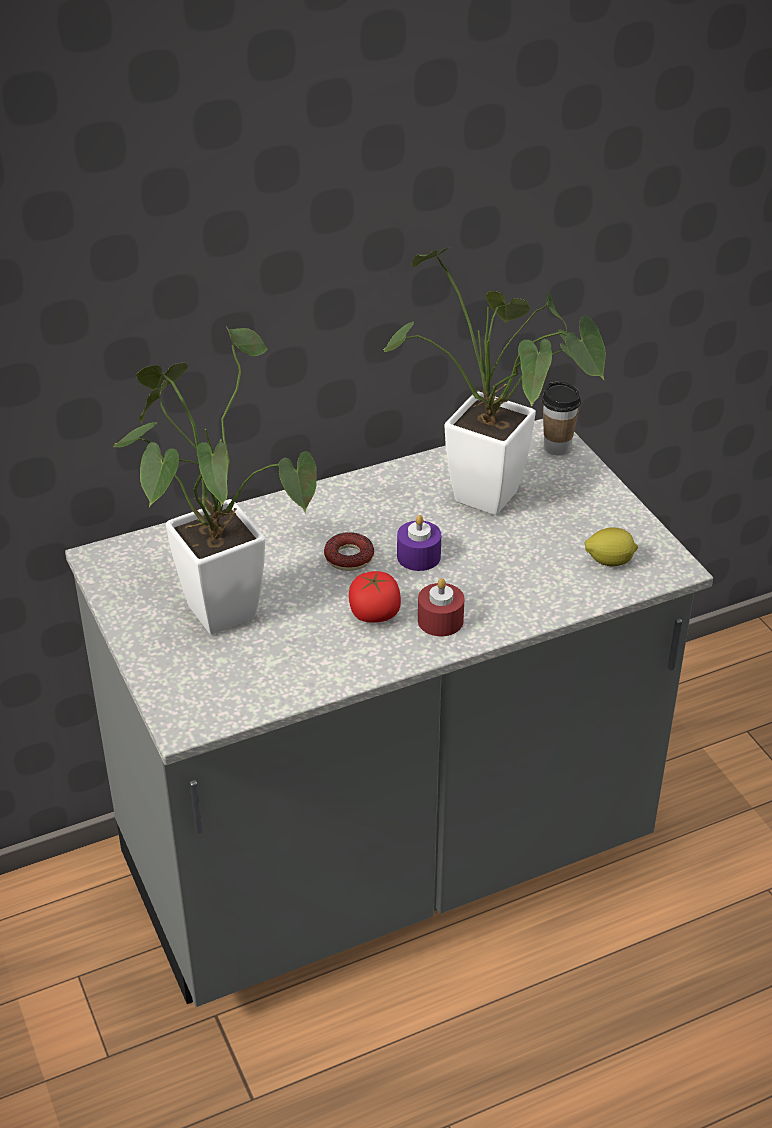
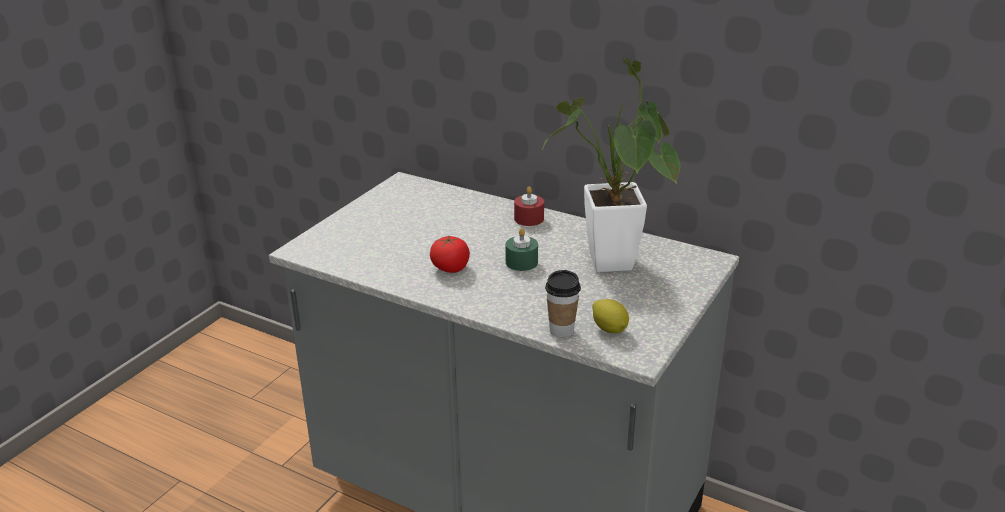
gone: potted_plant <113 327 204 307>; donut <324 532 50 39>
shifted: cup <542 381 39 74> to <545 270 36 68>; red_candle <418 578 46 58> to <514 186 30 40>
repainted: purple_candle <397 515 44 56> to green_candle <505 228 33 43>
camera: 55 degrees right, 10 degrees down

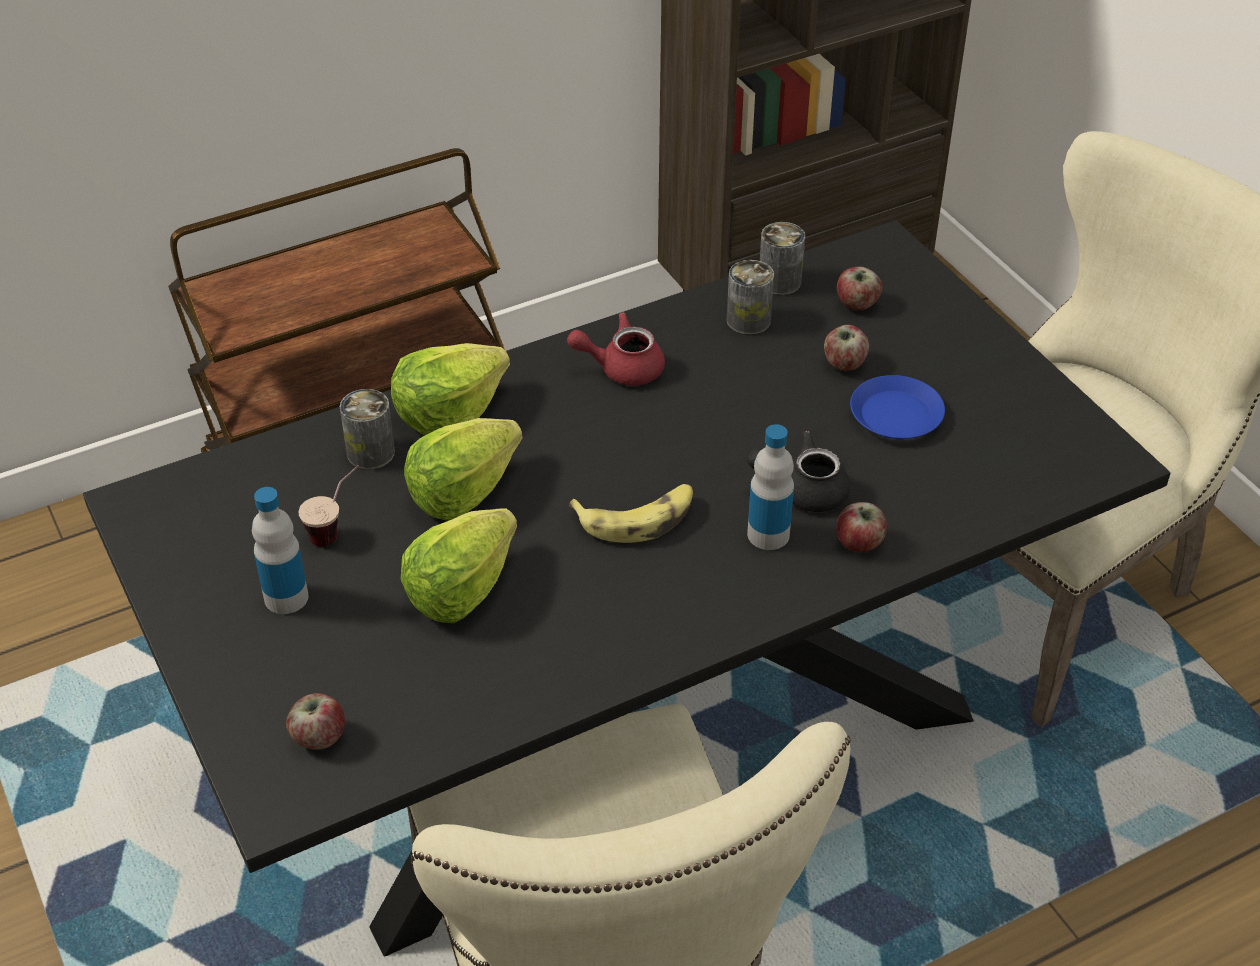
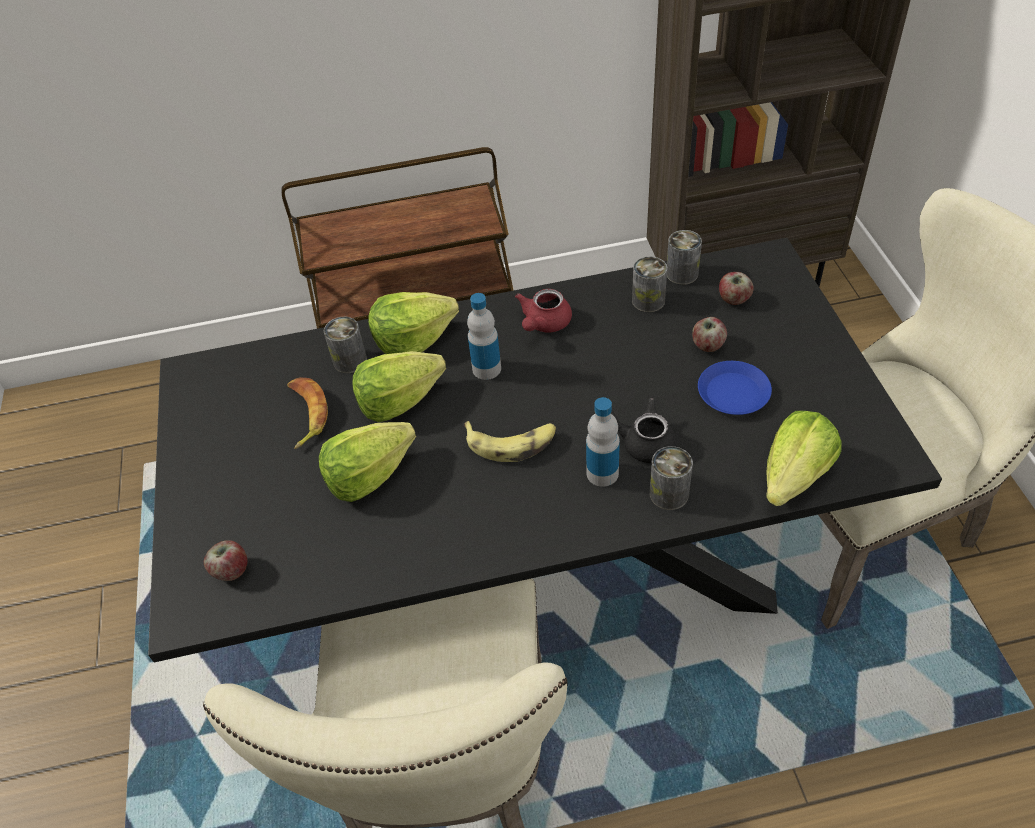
new: lettuce <766 411 76 95>
shifted: bottle <252 487 57 127> to <467 293 34 87>
swapped: cup <298 465 61 82> to banana <287 377 41 72>; apple <837 502 50 50> to can <649 446 44 64>
rotated: red_teapot <567 312 98 74> = <515 289 57 43> 75 degrees counterclockwise
camera: 20 degrees right, 5 degrees up

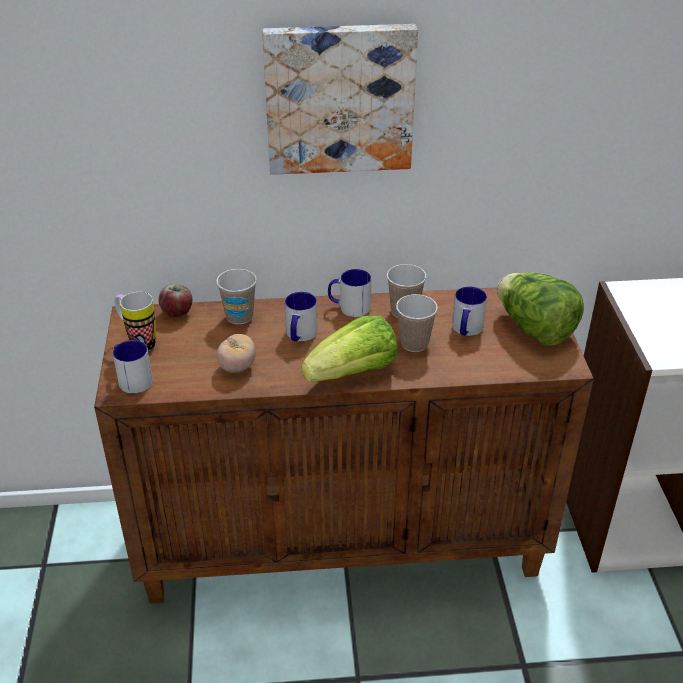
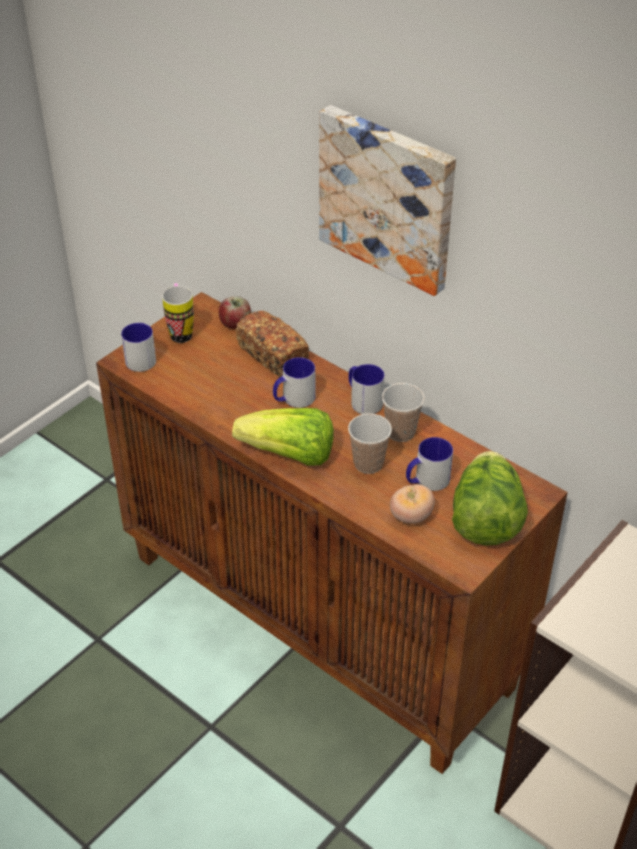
shifted: tomato <216 334 40 39> to <390 484 45 40>
swapped: cup <216 269 41 55> to bread <236 311 73 66>
camera: 45 degrees right, 5 degrees up

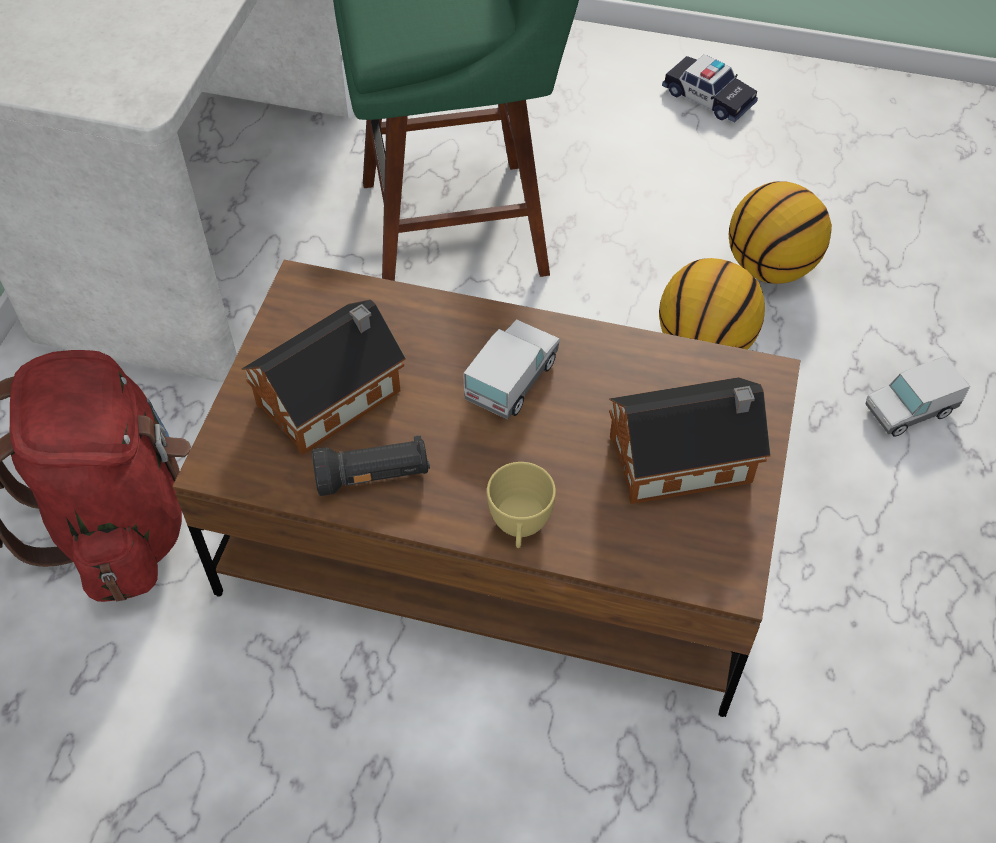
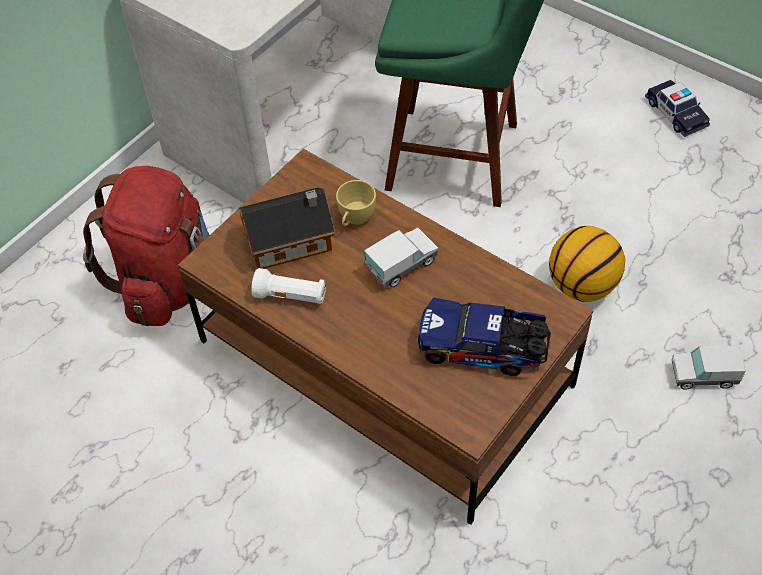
gone: basketball <729 181 103 103>
shifted: yellow_cup <487 462 69 86> to <336 180 40 46>
swapped: toy_house <609 377 162 127> to toy_truck <418 297 133 79>
repainted: black_flashlight <312 435 118 61> to white_flashlight <251 268 75 36>
camera: 25 degrees right, 0 degrees up

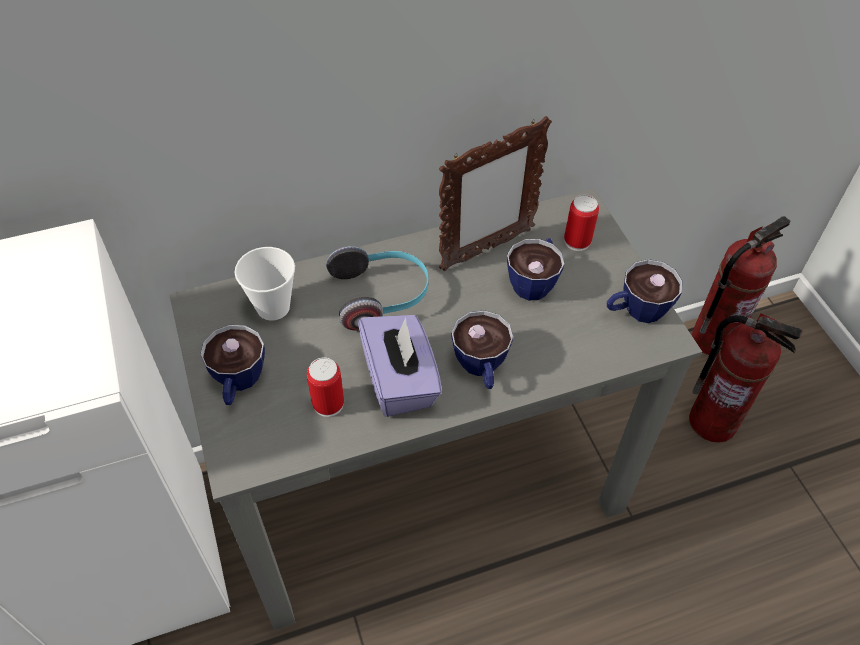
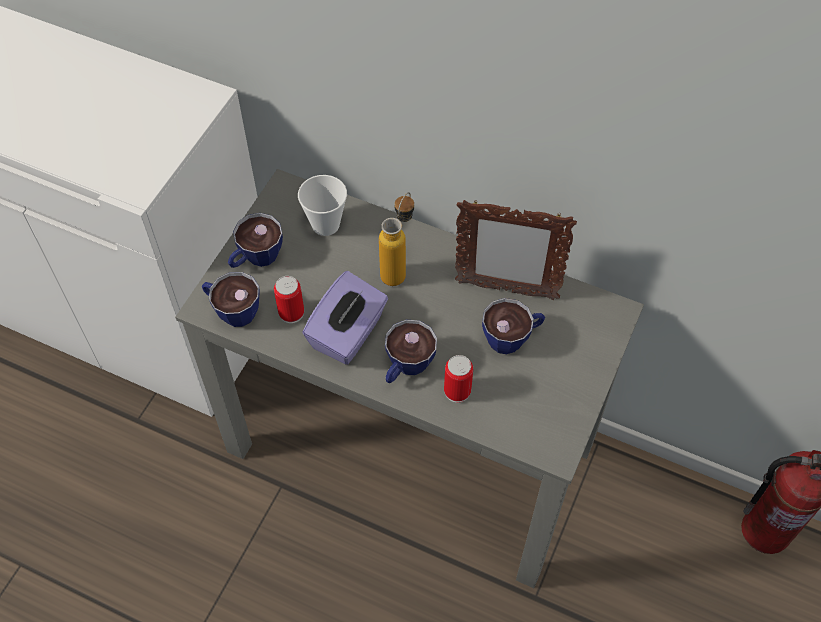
gone: fire_extinguisher <689 313 114 130>
shifted: can <564 195 35 56> to <444 355 29 48>; cup <607 259 76 64> to <202 272 58 55>
swapped: headphones <326 246 103 85> to bottle <379 192 35 94>
camera: 45 degrees right, 5 degrees up

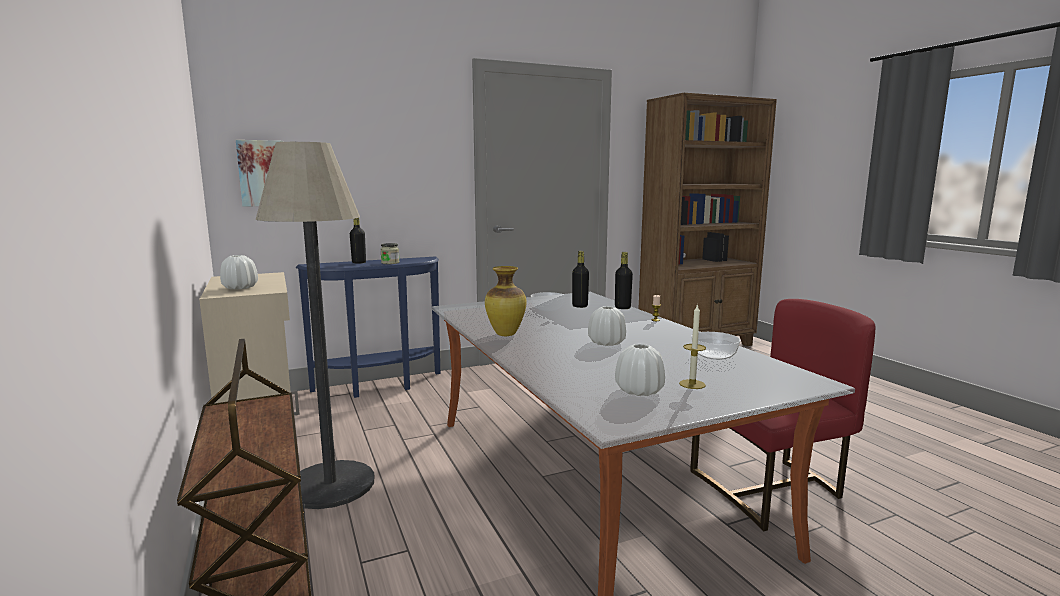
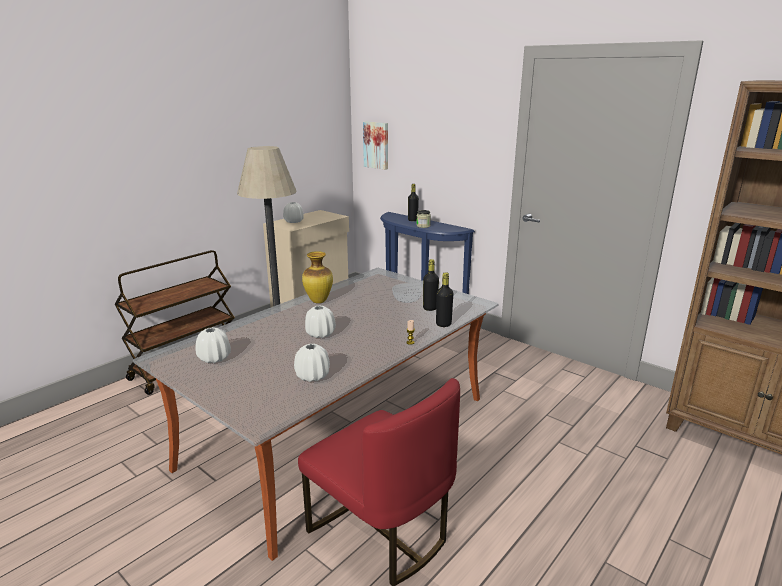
gone: candle <679 304 27 85>
swapped: bowl <691 332 50 28> to white_vase <294 344 36 38>
camera: 65 degrees right, 10 degrees up

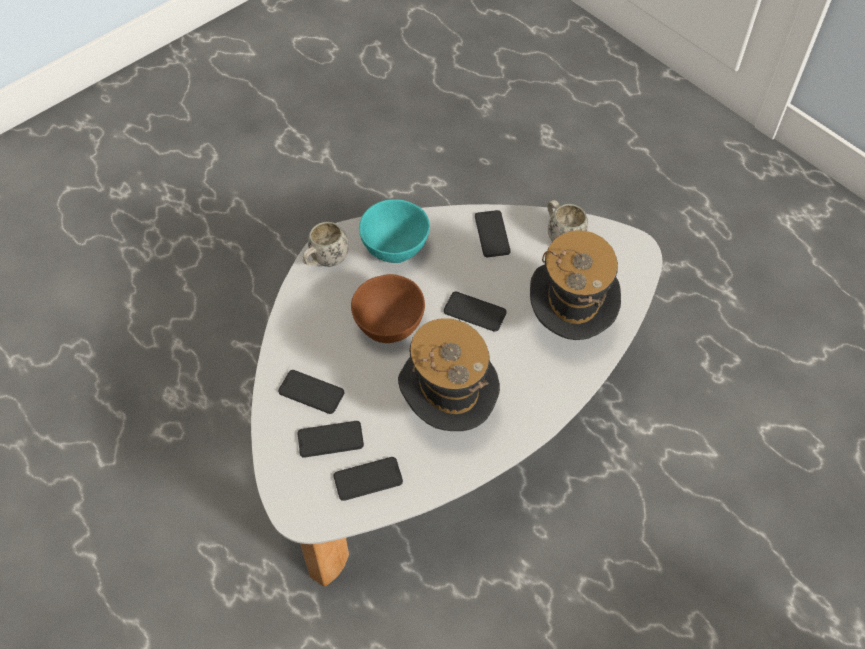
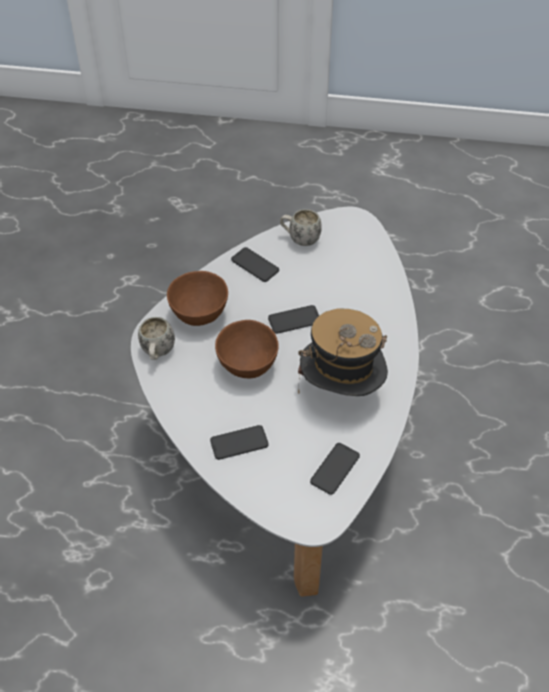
gone: hat <530 230 91 110>; phone <297 421 67 37>
repainted: turquoise_bowl <359 199 71 64> to brown_bowl <167 271 61 55>
camera: 40 degrees left, 5 degrees down

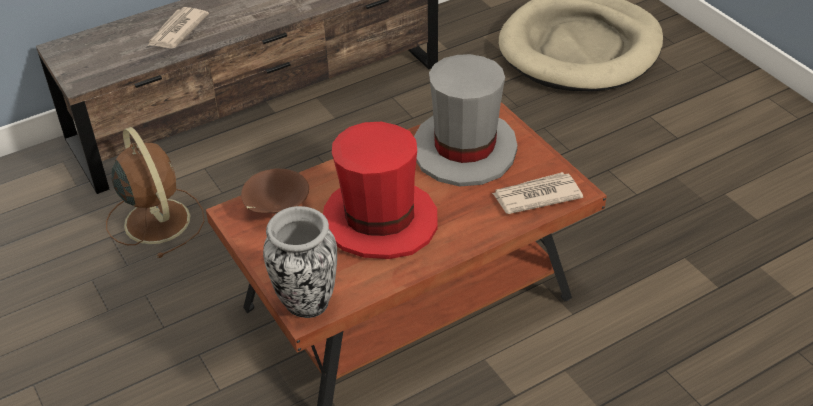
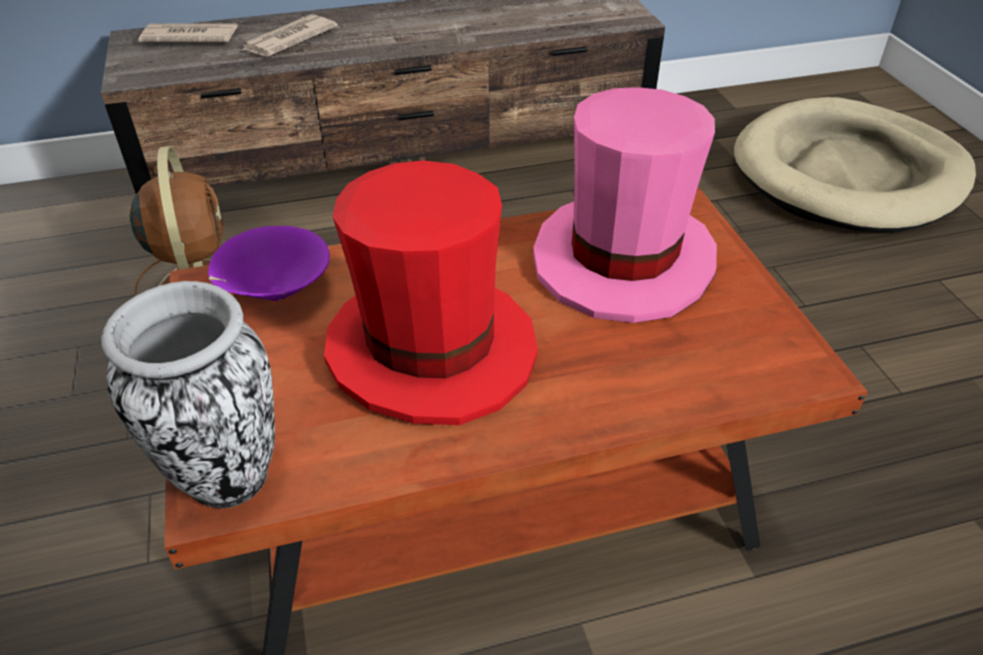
shifted: newspaper <492 172 91 42> to <138 23 99 19>
repainted: grey_hat <414 54 104 132> to pink_hat <533 87 184 236>; brown_bowl <241 169 68 45> to purple_bowl <208 226 122 75>
camera: 15 degrees right, 0 degrees up

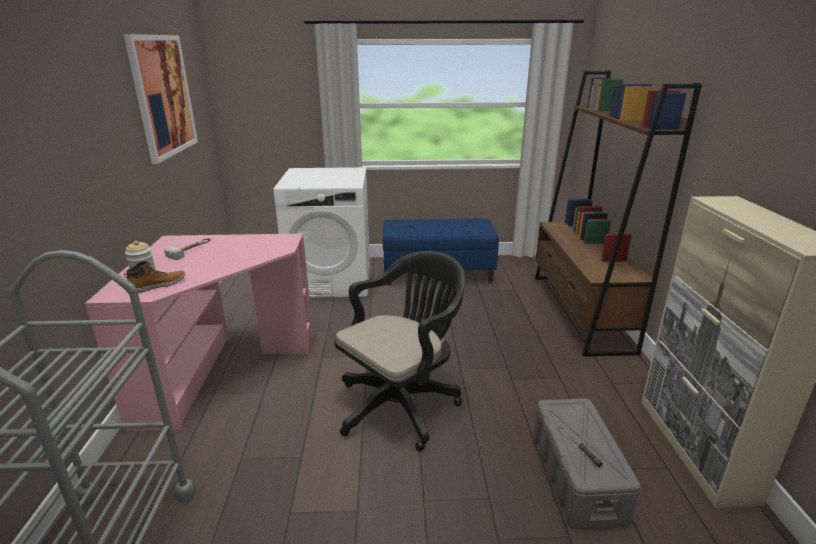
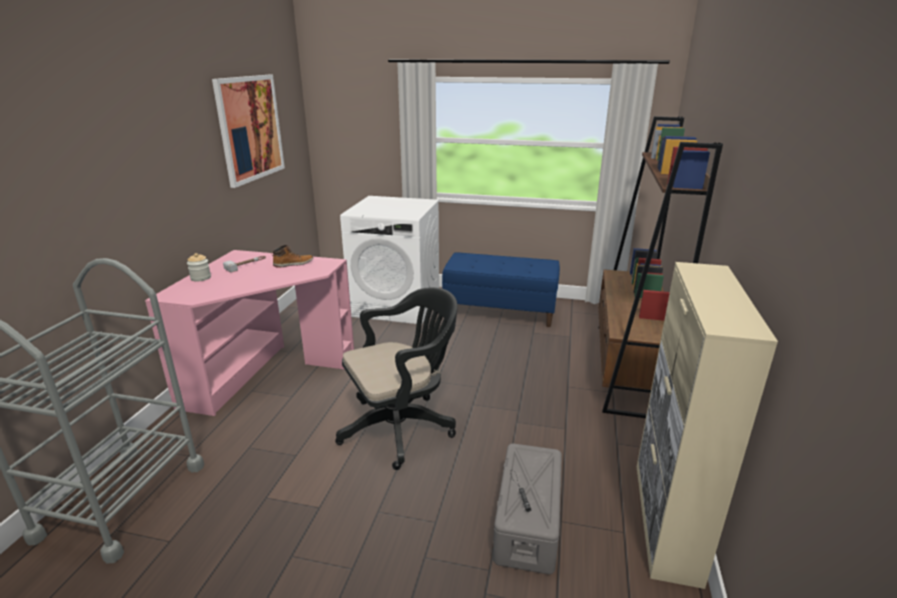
shifted: boot <124 261 61 32> to <271 245 42 23>
camera: 15 degrees right, 0 degrees up

